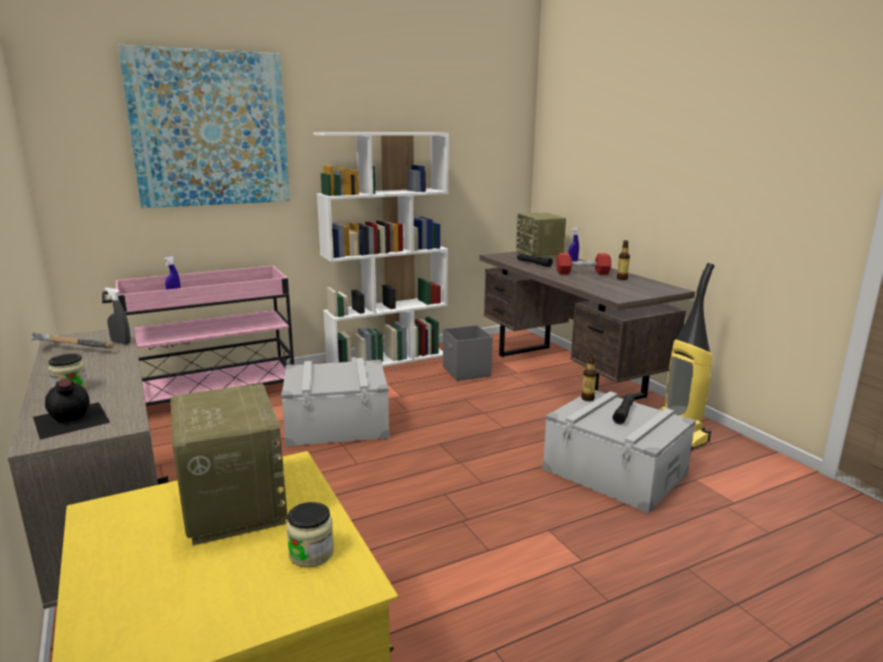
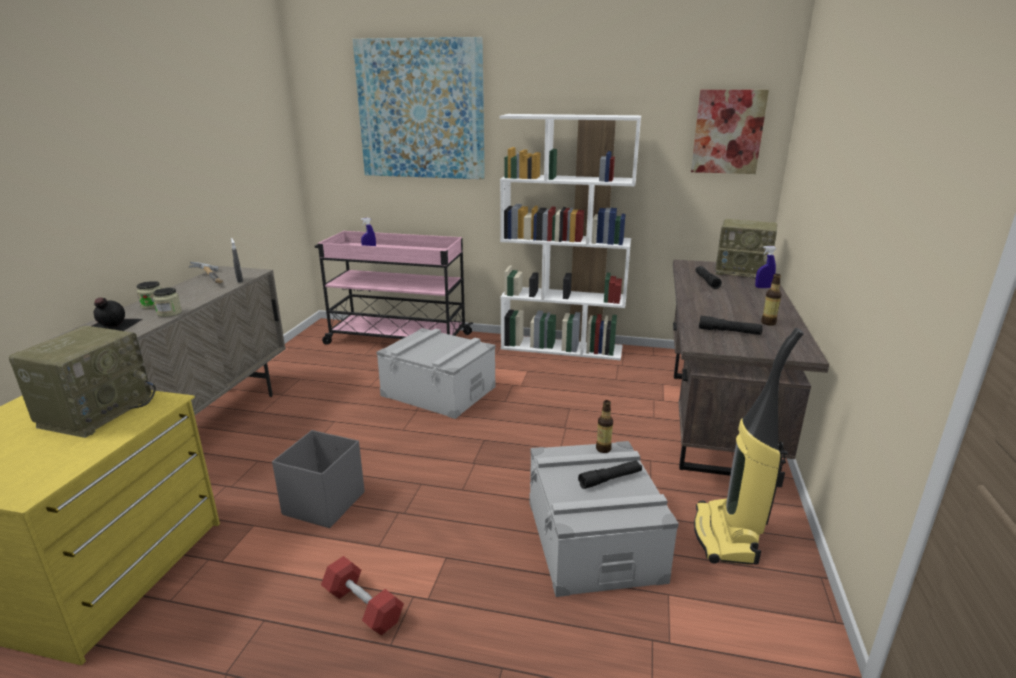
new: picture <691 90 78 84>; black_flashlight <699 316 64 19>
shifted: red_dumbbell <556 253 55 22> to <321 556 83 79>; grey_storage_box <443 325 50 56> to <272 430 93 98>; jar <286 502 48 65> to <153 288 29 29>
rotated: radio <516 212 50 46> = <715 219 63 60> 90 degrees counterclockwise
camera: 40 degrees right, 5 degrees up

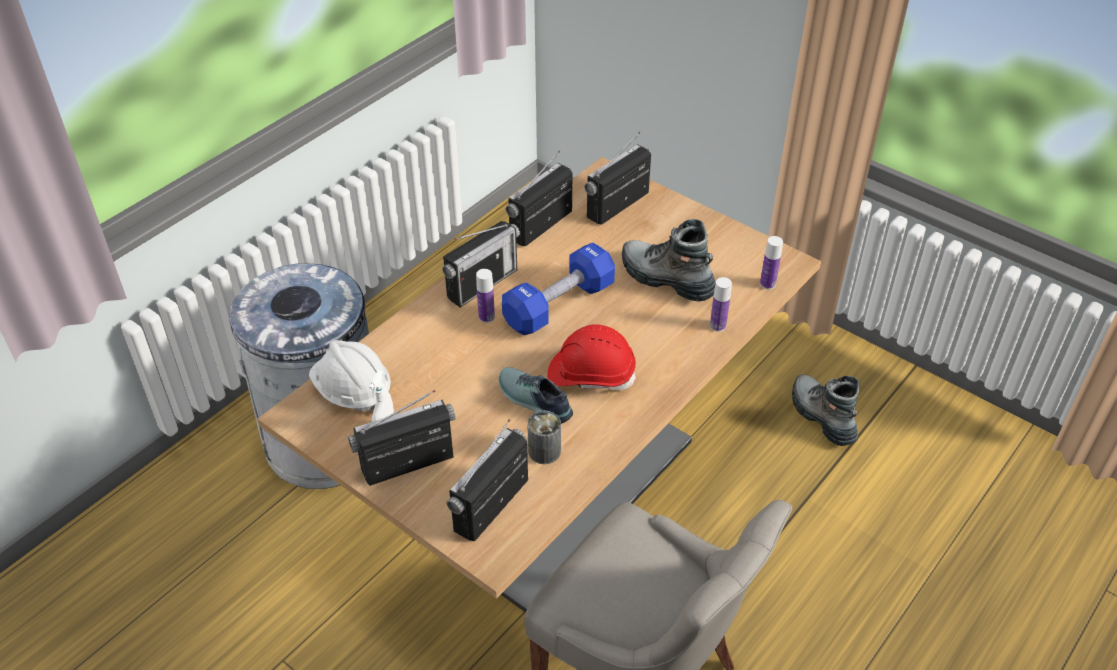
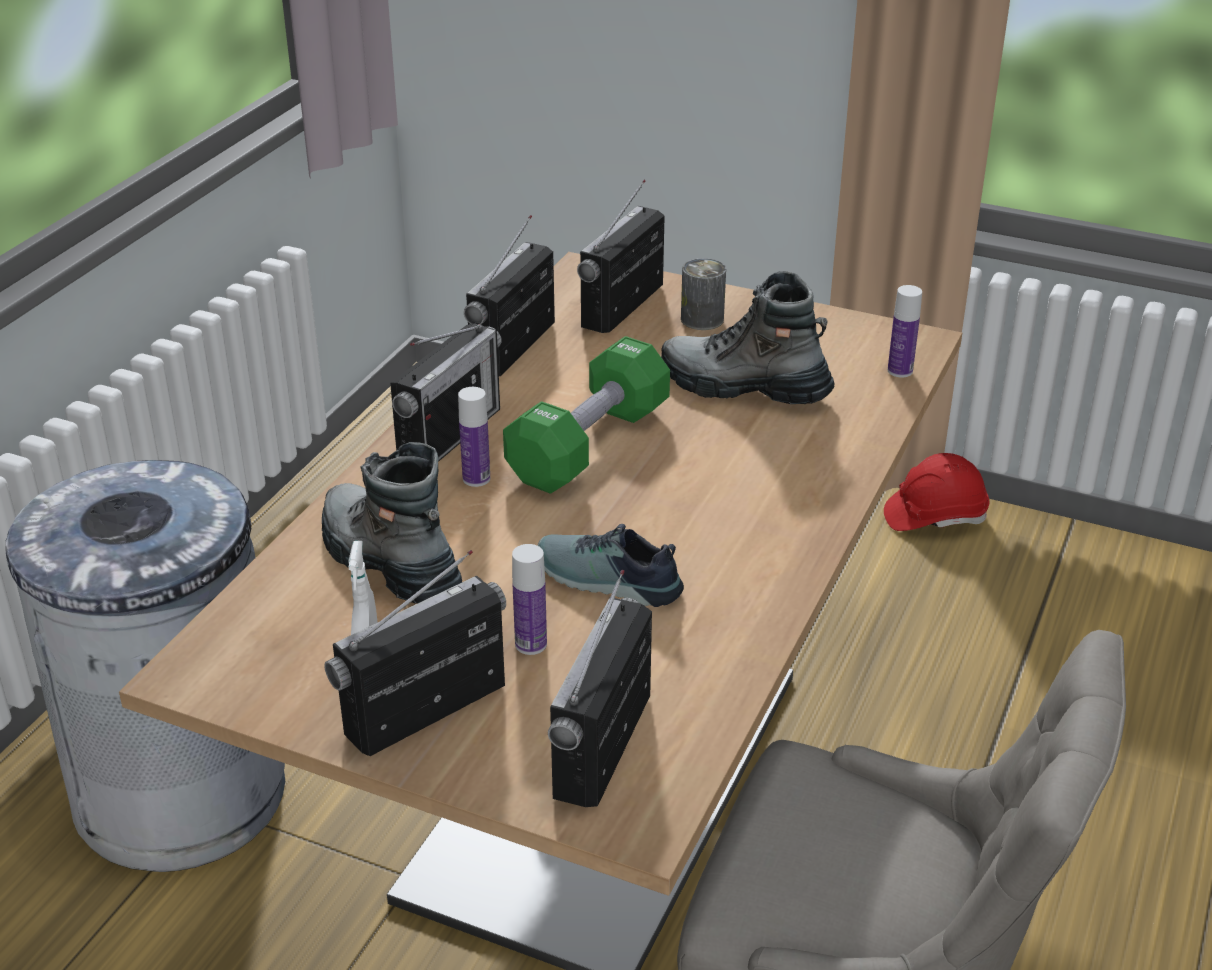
gone: white_hard_hat <309 340 82 72>
shifted: bottle <710 277 22 55> to <512 544 35 111>; red_hard_hat <547 324 89 66> to <884 453 105 78>; boot <792 374 68 72> to <322 442 140 162>; can <527 411 34 53> to <681 258 45 72>
repainted: blue_dumbbell <502 243 113 92> to green_dumbbell <503 336 167 158>
camera: 15 degrees left, 10 degrees down

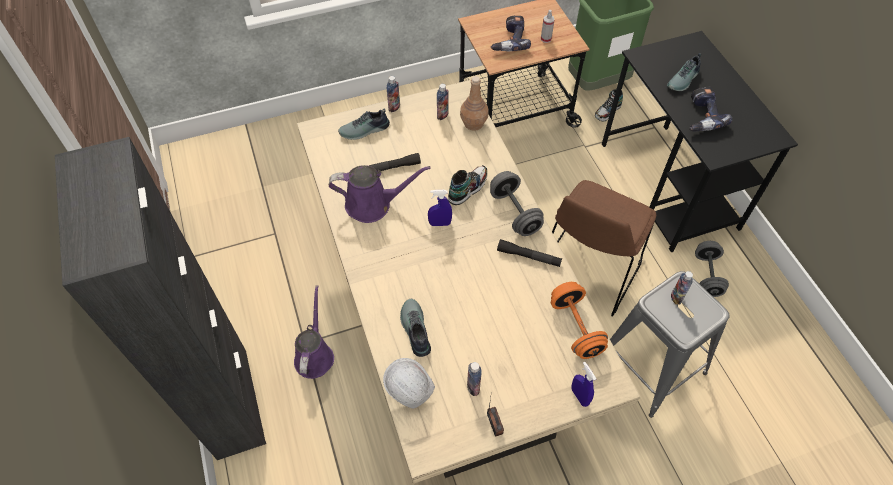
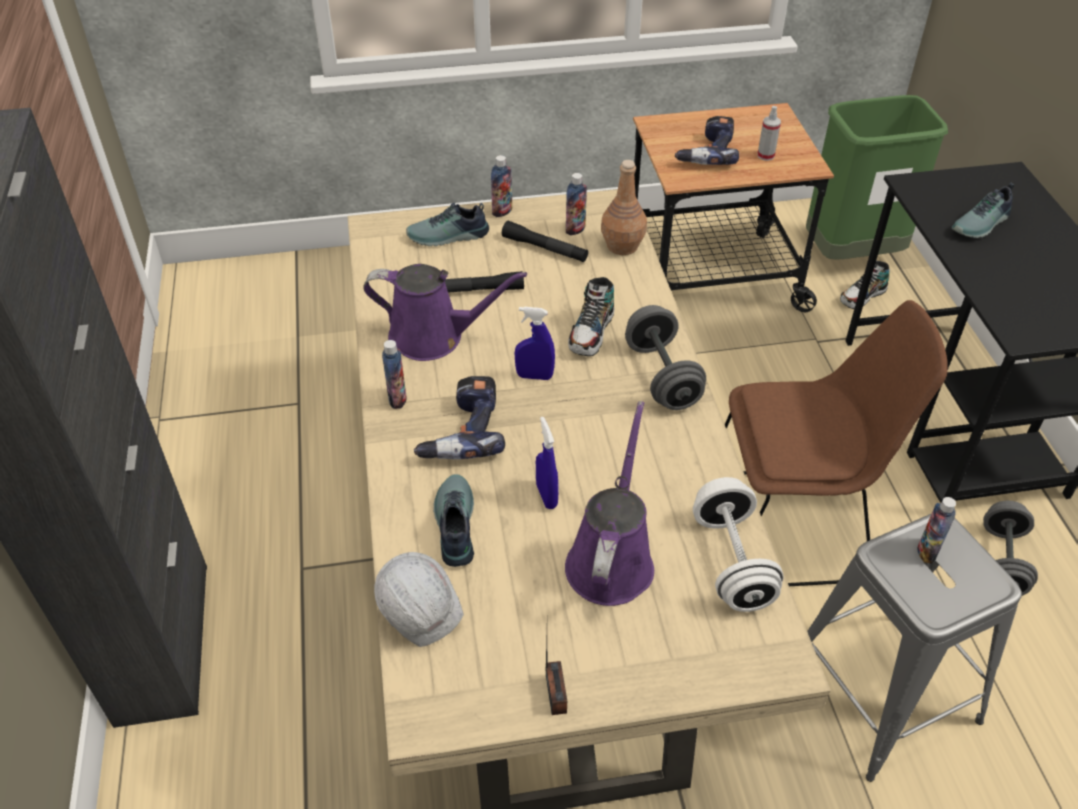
shifted: power_drill <689 87 43 45> to <414 376 91 84>; black_flashlight <497 239 65 28> to <502 221 86 41>; purple_watering_can <294 285 40 94> to <565 401 89 205>; bottle <467 362 15 34> to <382 340 25 69>; blue_spray_bottle <571 362 25 45> to <536 417 22 92>
repainted: orange_dumbbell <551 282 57 77> to white_dumbbell <693 477 91 135>
rotated: shoe <448 165 39 40> = <568 277 47 79> 150 degrees clockwise; brown_chair <552 180 104 137> = <725 300 223 286> 135 degrees counterclockwise
camera: 10 degrees right, 10 degrees down

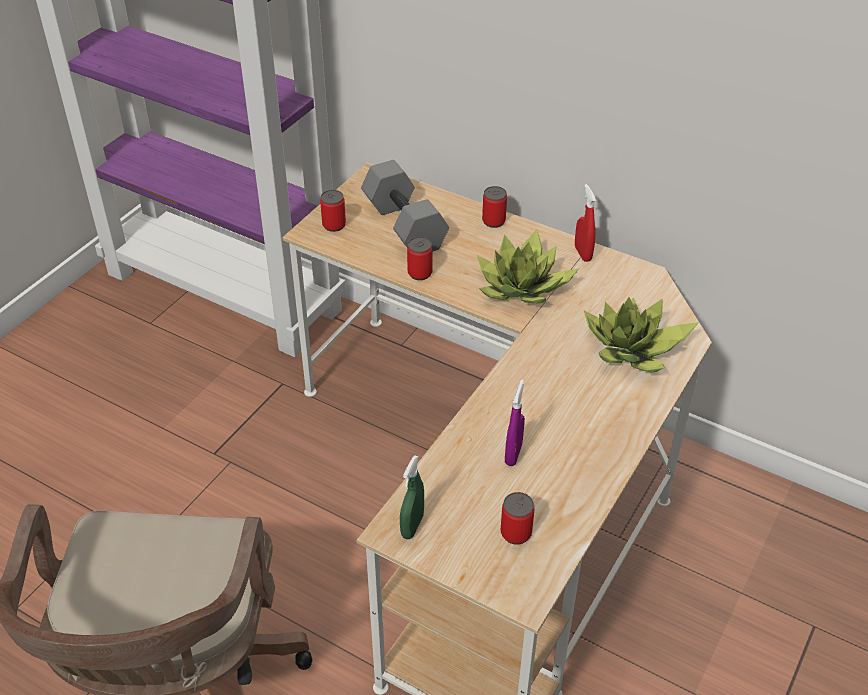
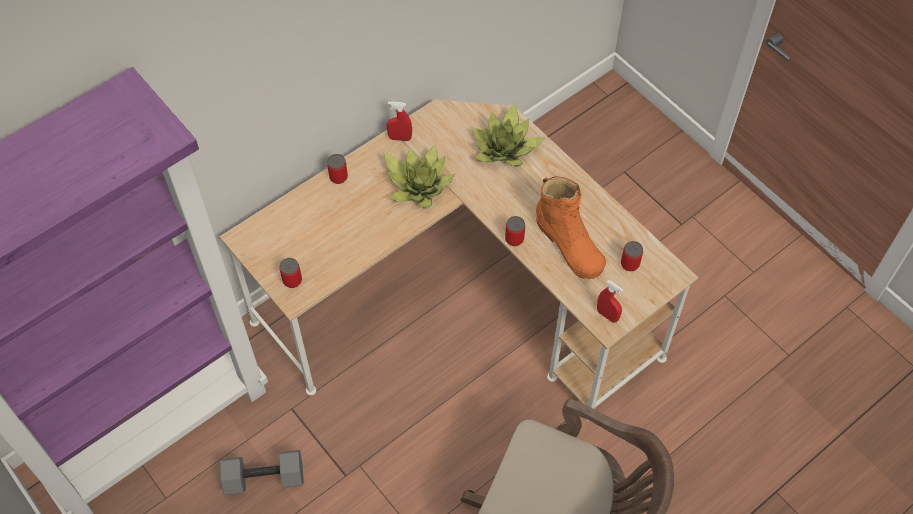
shifted: grey_dumbbell <361 160 88 91> to <220 450 84 45>; can <407 237 26 43> to <505 216 20 30>
swapped: purple_spray_bottle <505 379 20 87> to orange_boot <536 176 70 103>
repainted: green_spray_bottle <400 455 24 84> to red_spray_bottle <597 280 27 43>
camera: 70 degrees left, 15 degrees up

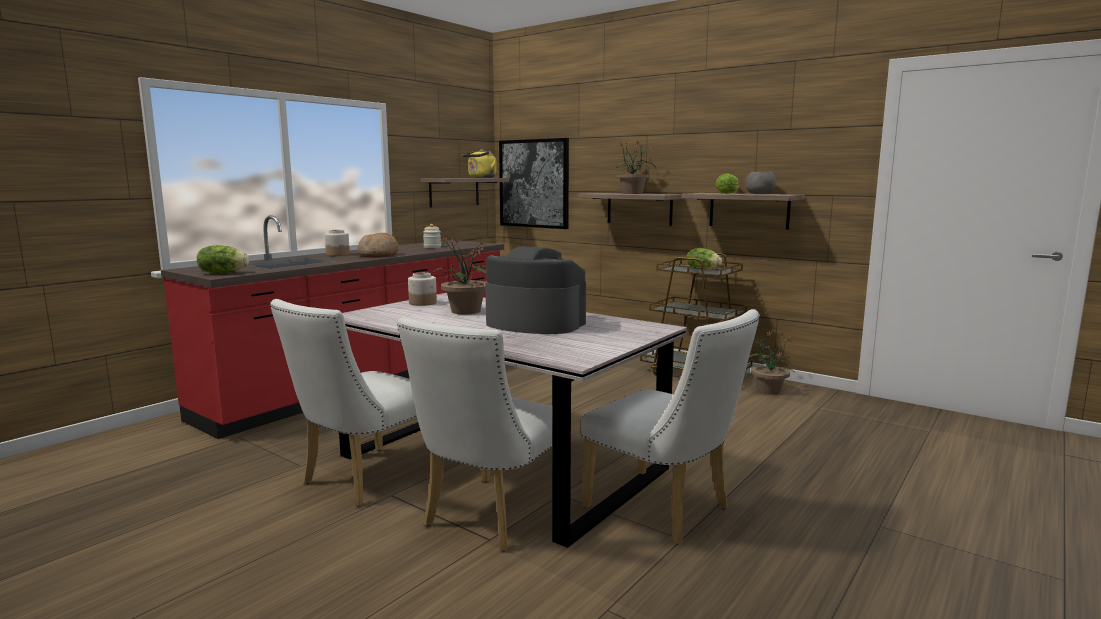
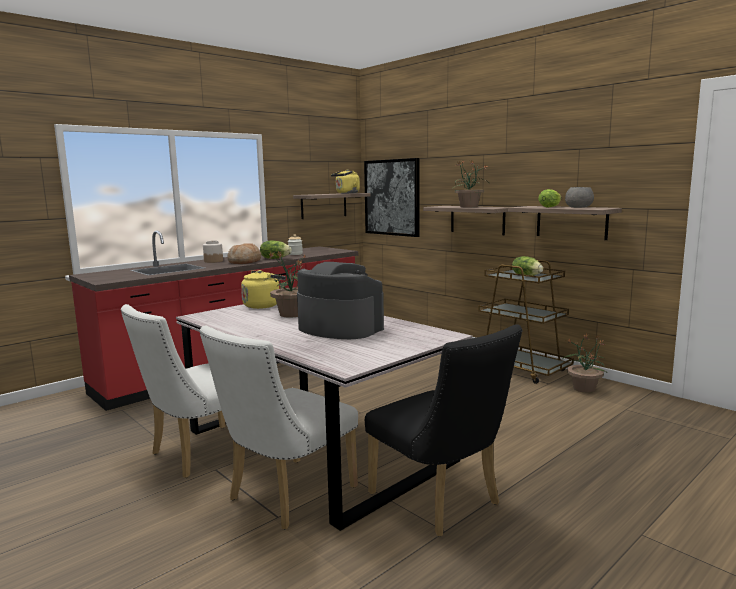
shifted: lettuce <197 245 52 29> to <260 240 32 19>
swapped: jar <408 272 29 34> to yellow_kettle <241 270 45 39>
repainted: white_chair <581 309 179 236> to black_chair <365 324 158 213>
camera: 10 degrees right, 0 degrees up

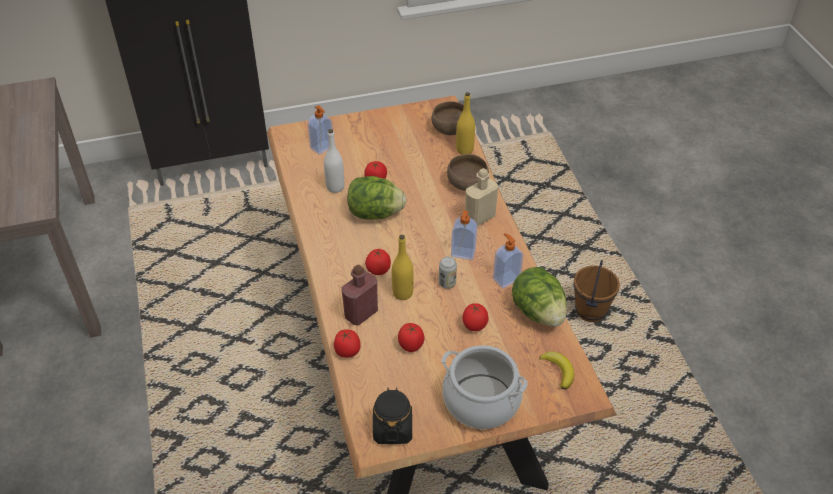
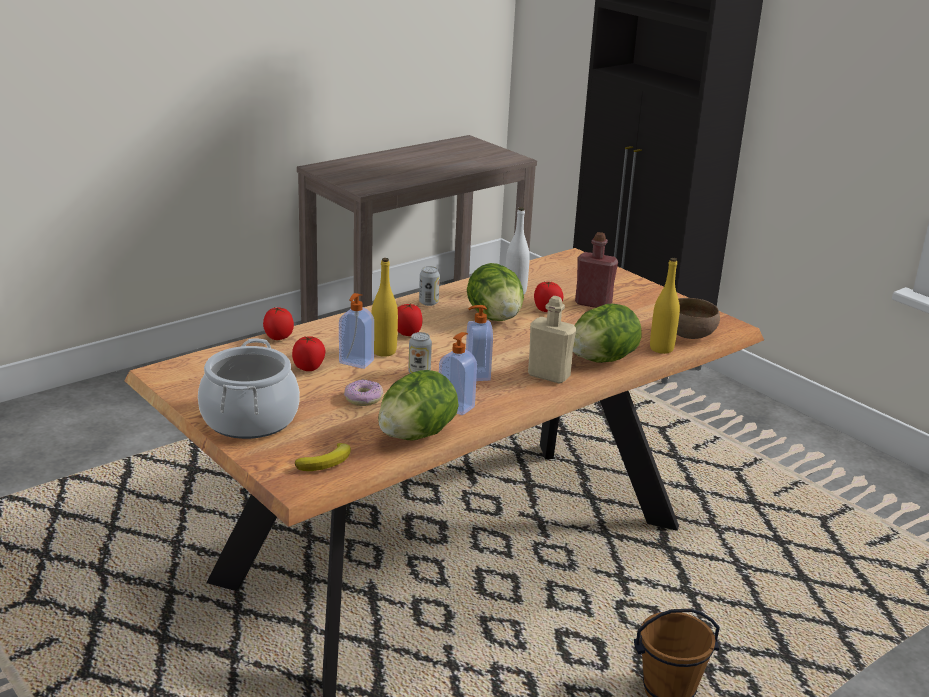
gone: black_jar <373 387 39 57>
new: can <419 266 21 40>
shifted: soap_dispenser <308 105 25 50> to <339 293 35 76>; red_bottle <341 265 37 61> to <575 232 43 76>
swapped: brown_bowl <447 154 42 37> to lettuce <573 304 69 59>; tomato <463 303 25 28> to donut <344 380 39 26>
camera: 65 degrees right, 20 degrees down

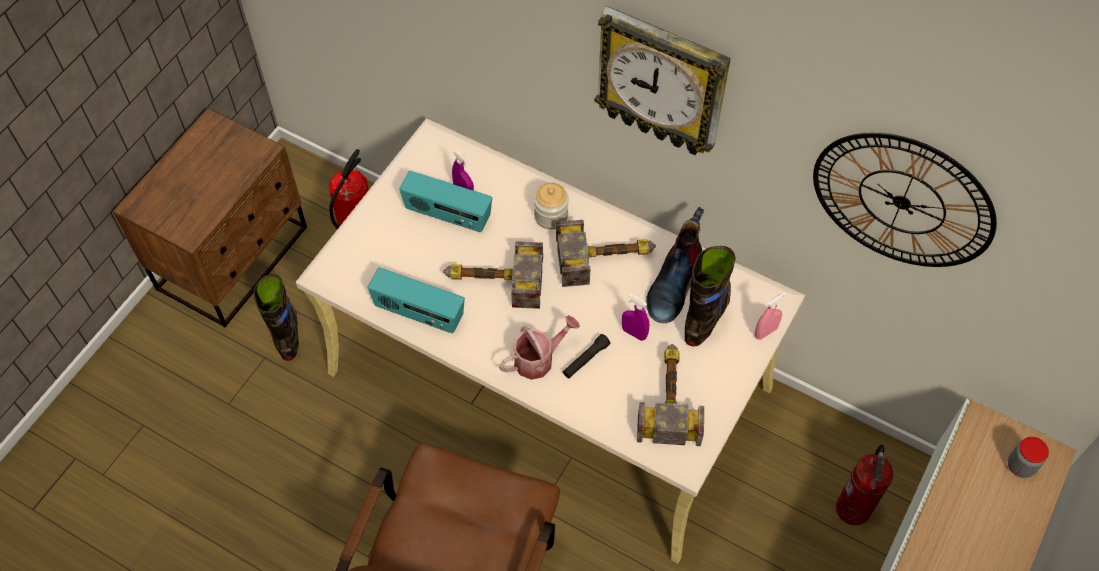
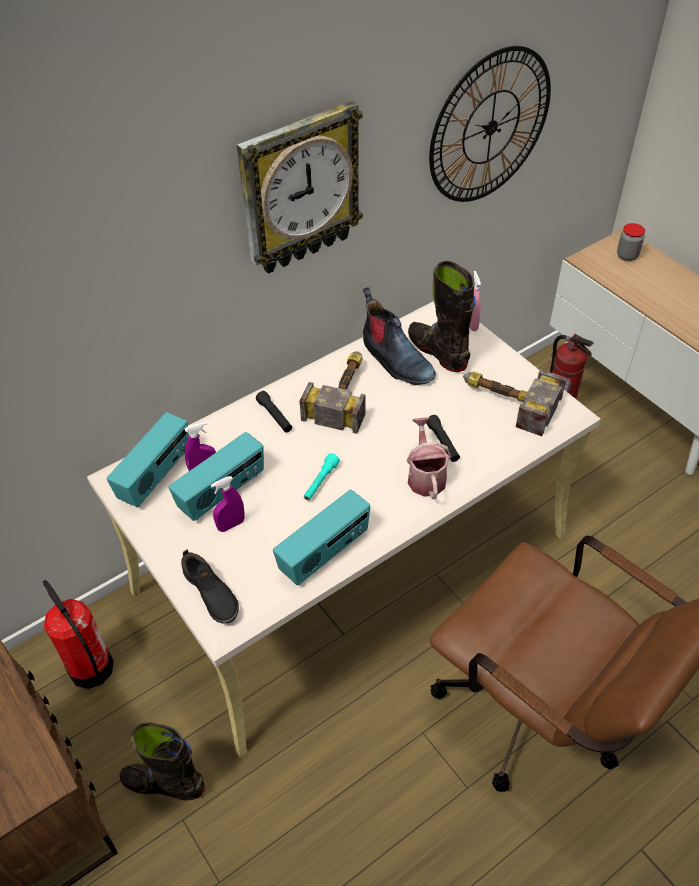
new: radio <107 412 82 95>; black_shoe <181 549 58 75>
shifted: purple_spray_bottle <622 293 27 48> to <211 476 34 56>
swapped: jar <534 182 35 47> to black_flashlight <256 391 36 42>; hammer <443 241 100 68> to turquoise_flashlight <304 453 36 48>
camera: 65 degrees left, 10 degrees down

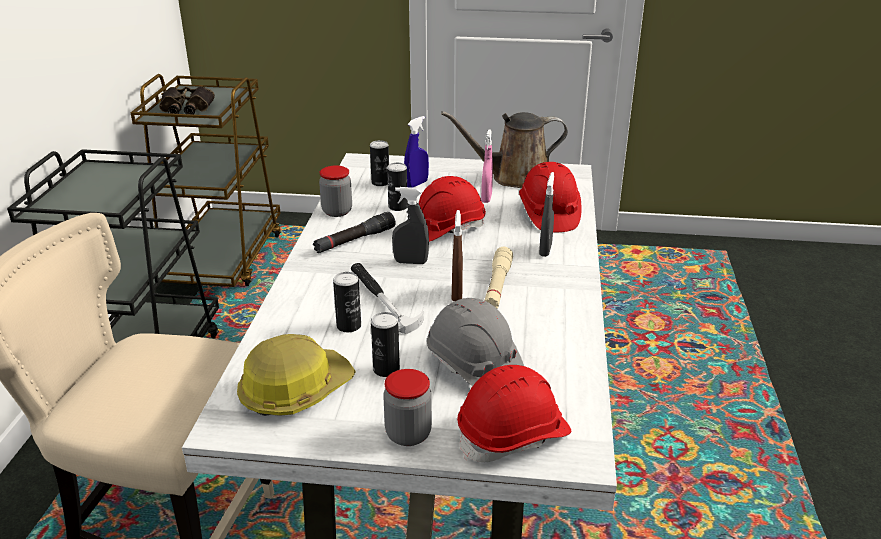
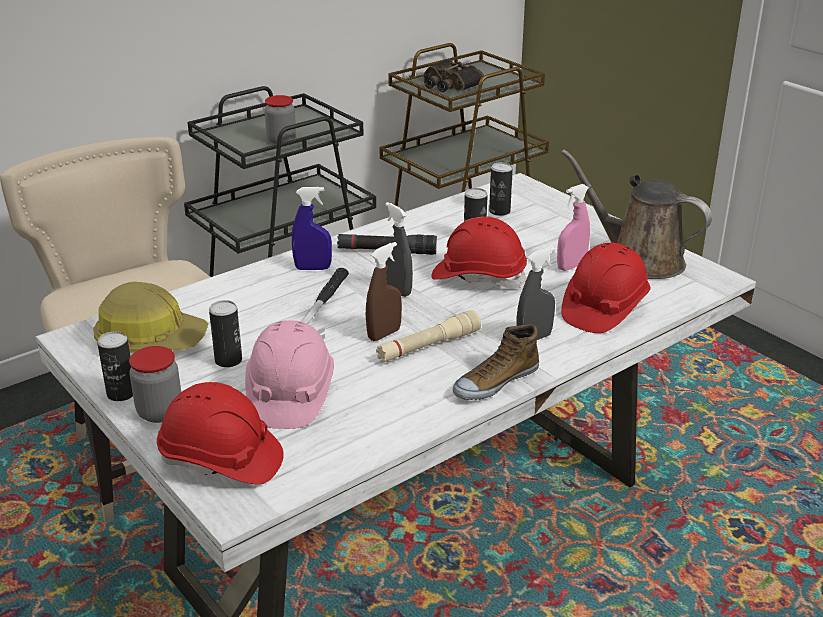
new: shoe <453 324 86 76>
shifted: blue_spray_bottle <404 116 25 72> to <292 187 40 83>; jar <319 165 33 52> to <265 95 31 49>; can <333 272 28 60> to <97 331 36 70>
repainted: grey_hard_hat <427 298 97 88> to pink_hard_hat <245 320 89 109>
camera: 45 degrees right, 0 degrees up

